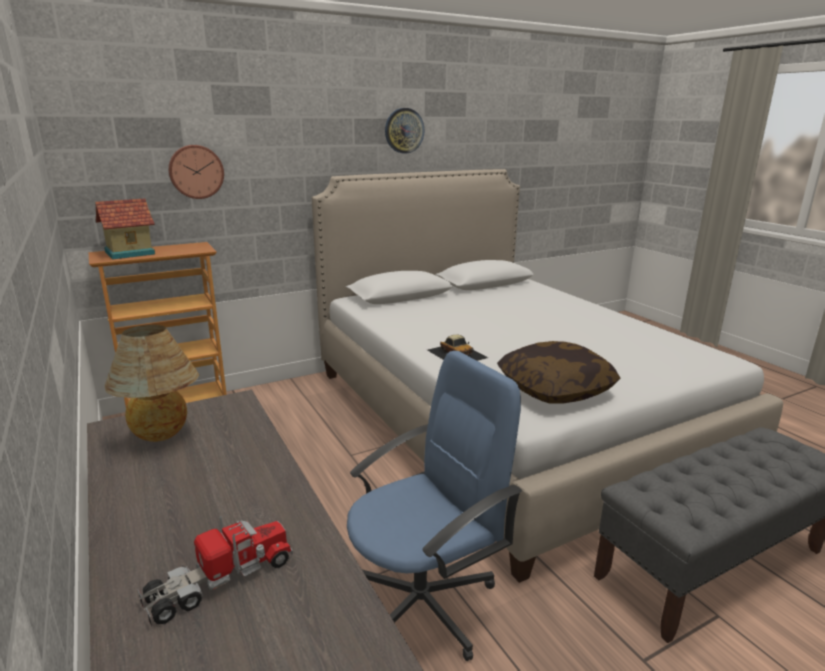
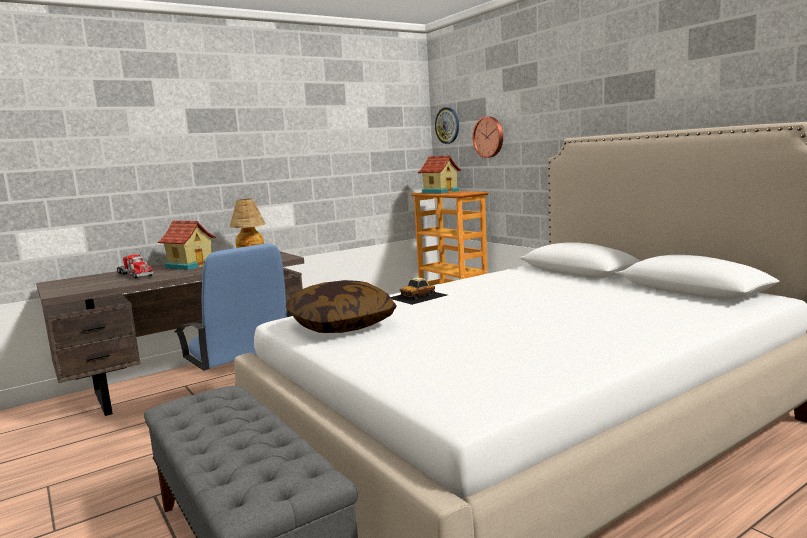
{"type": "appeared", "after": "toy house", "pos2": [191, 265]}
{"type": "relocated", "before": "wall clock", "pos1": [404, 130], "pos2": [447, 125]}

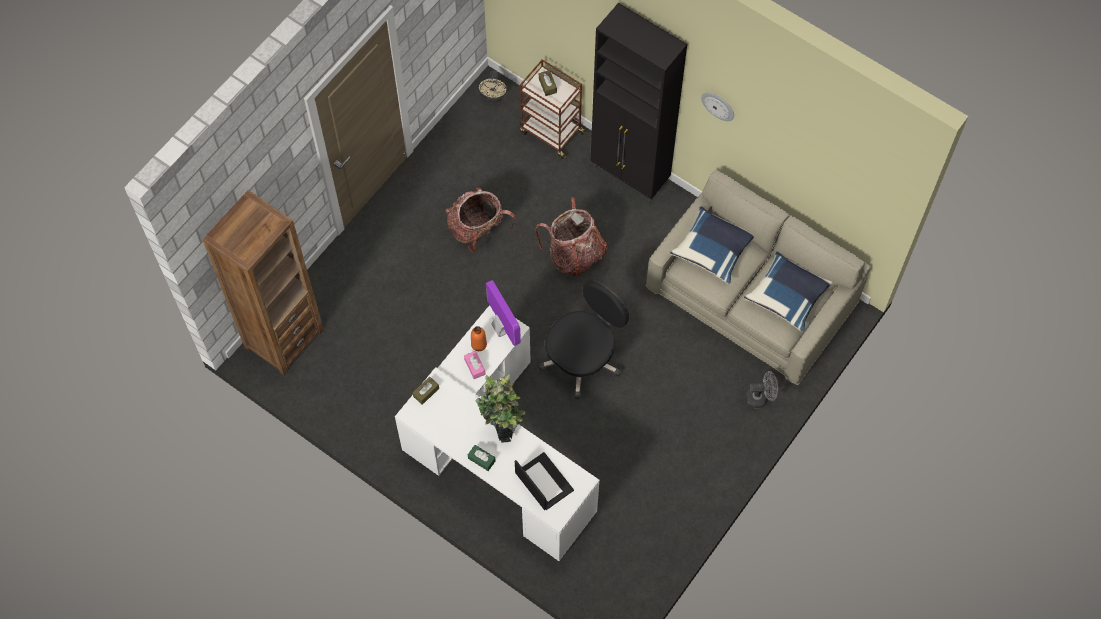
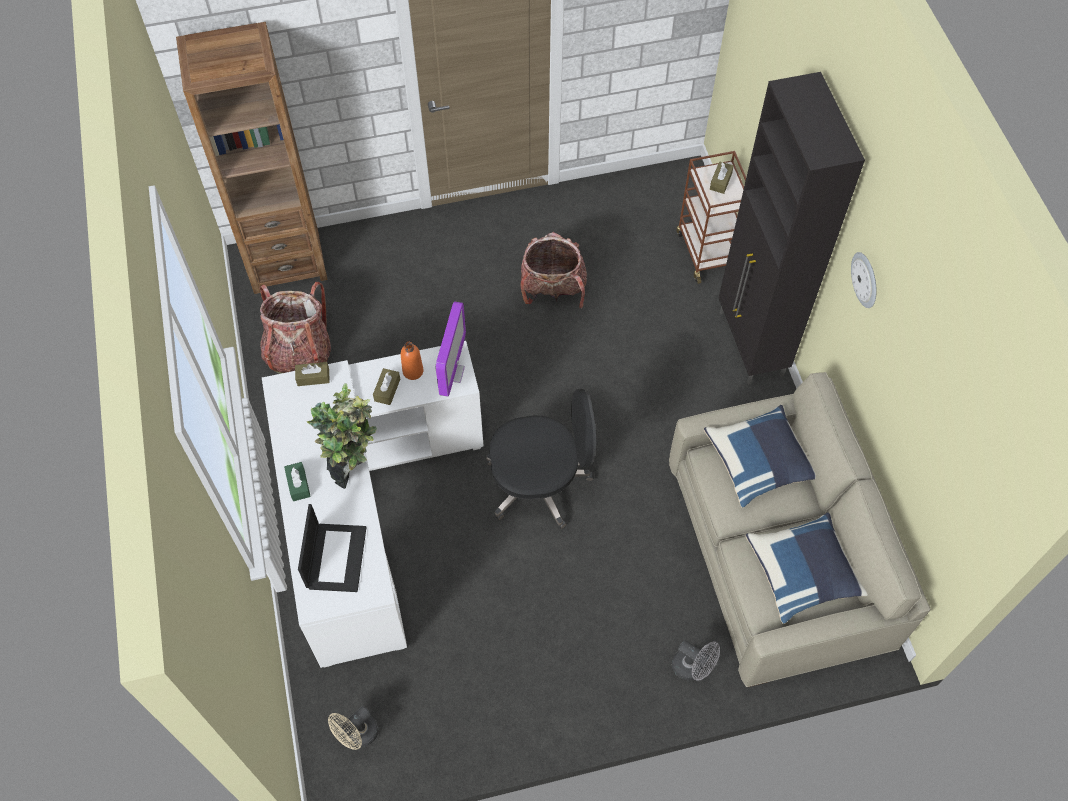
{"type": "relocated", "before": "backpack", "pos1": [574, 255], "pos2": [299, 352]}
{"type": "relocated", "before": "sand-coloured fan", "pos1": [494, 97], "pos2": [358, 735]}
{"type": "colour", "before": "pink box of tissues", "after": "brown-coloured box of tissues", "pos1": [474, 367], "pos2": [387, 390]}

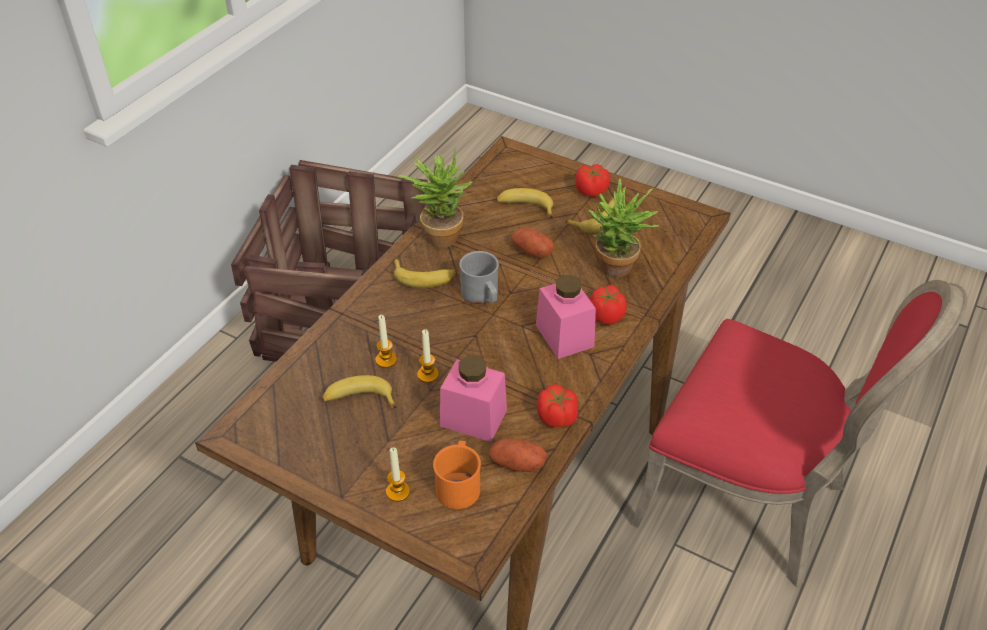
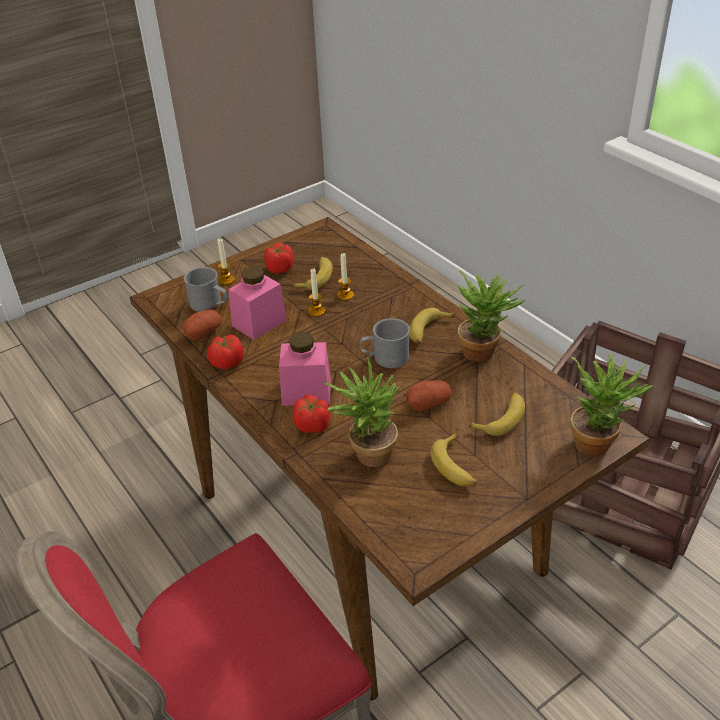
{"type": "colour", "before": "orange-coloured mug", "after": "gray mug", "pos1": [459, 484], "pos2": [210, 304]}
{"type": "relocated", "before": "tomato", "pos1": [591, 191], "pos2": [279, 268]}
{"type": "appeared", "after": "potted plant", "pos2": [598, 442]}

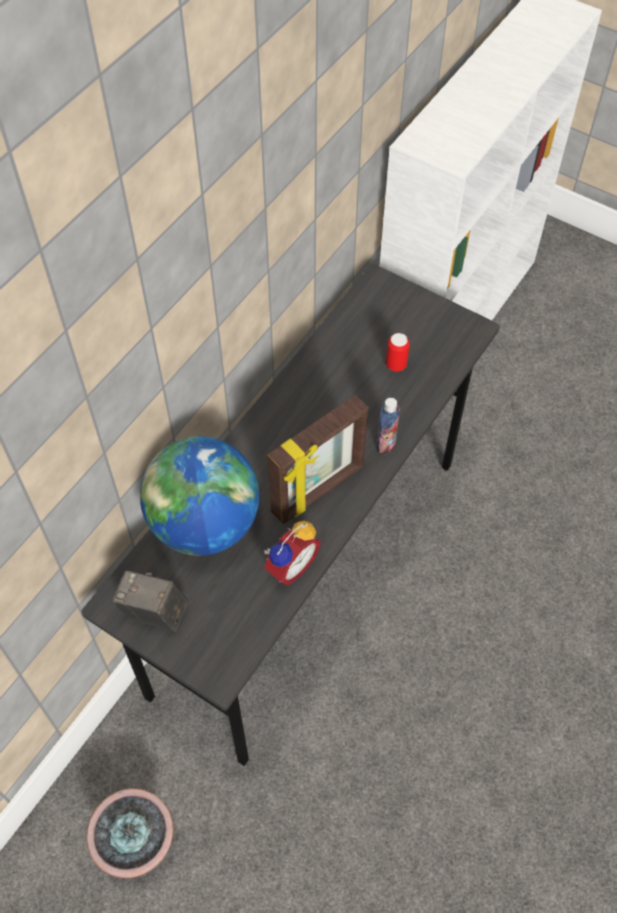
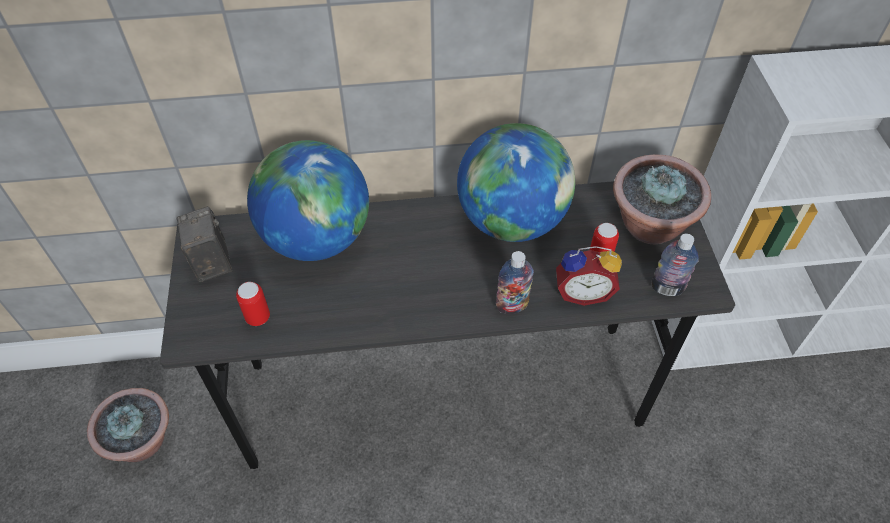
{"type": "appeared", "after": "can", "pos2": [258, 317]}
{"type": "appeared", "after": "world globe", "pos2": [511, 221]}
{"type": "relocated", "before": "table clock", "pos1": [289, 565], "pos2": [582, 292]}
{"type": "appeared", "after": "potted plant", "pos2": [649, 227]}
{"type": "appeared", "after": "bottle", "pos2": [667, 288]}
{"type": "missing", "before": "picture frame", "pos1": [319, 490]}

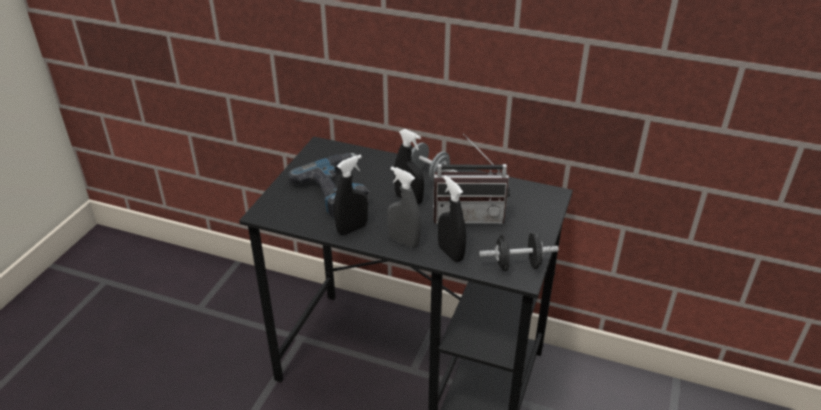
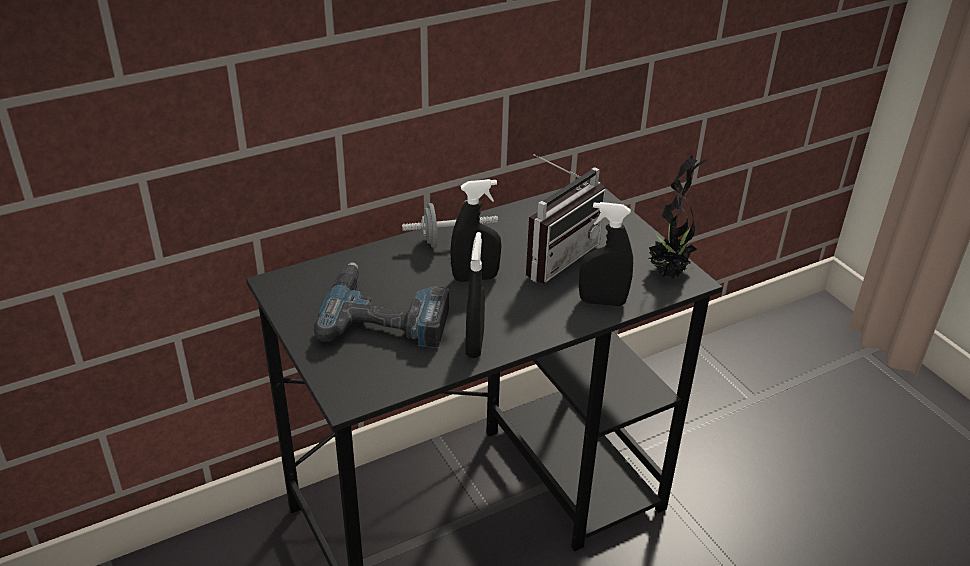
{"type": "exchanged", "before": "black-coloured free weight", "after": "potted plant", "pos1": [517, 265], "pos2": [669, 273]}
{"type": "missing", "before": "gray hand sprayer", "pos1": [404, 241]}

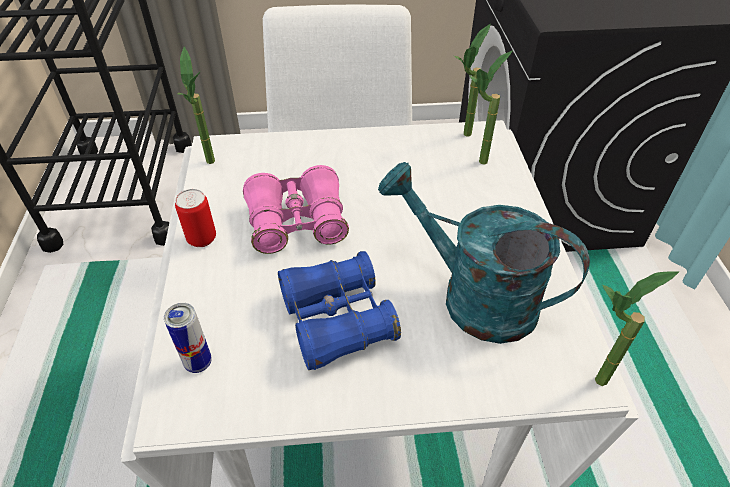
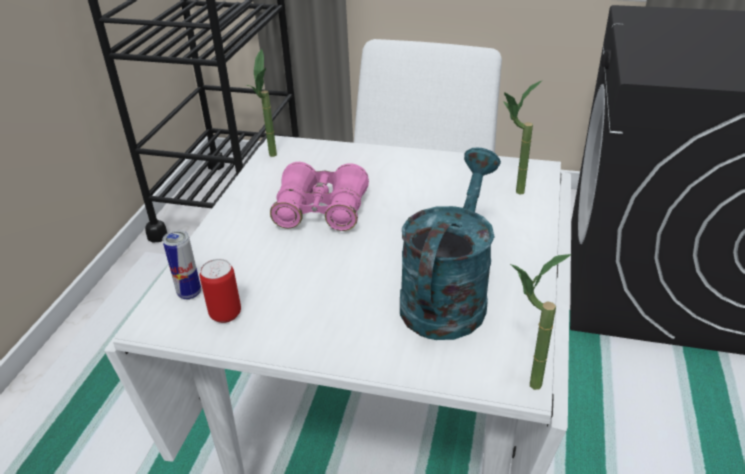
{"type": "relocated", "before": "can", "pos1": [202, 238], "pos2": [225, 314]}
{"type": "spun", "before": "turquoise-coloured watering can", "pos1": [472, 297], "pos2": [448, 295], "turn": 60}
{"type": "missing", "before": "blue-coloured pair of binoculars", "pos1": [337, 320]}
{"type": "missing", "before": "potted plant", "pos1": [462, 138]}

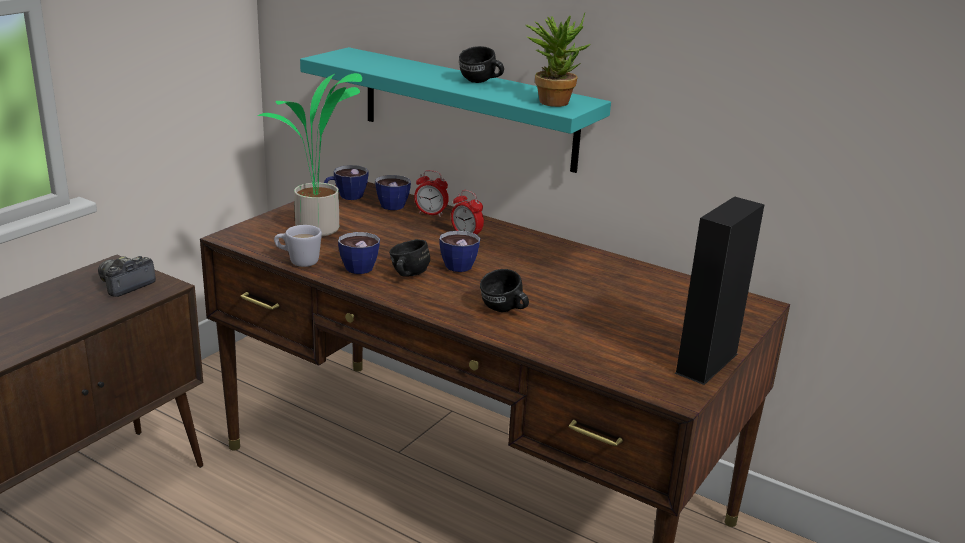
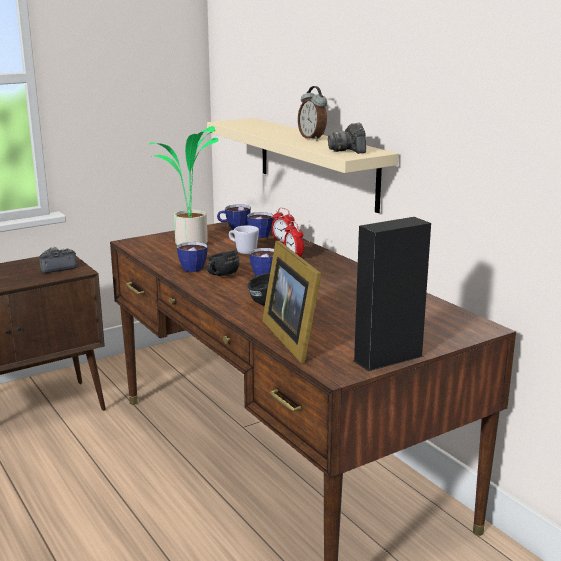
{"type": "colour", "before": "turquoise-coloured wall shelf", "after": "sand-coloured wall shelf", "pos1": [468, 108], "pos2": [316, 162]}
{"type": "relocated", "before": "whitish mug", "pos1": [298, 261], "pos2": [243, 251]}
{"type": "appeared", "after": "picture frame", "pos2": [294, 337]}
{"type": "exchanged", "before": "black-coloured mug", "after": "table clock", "pos1": [480, 82], "pos2": [313, 138]}
{"type": "exchanged", "before": "potted plant", "after": "still camera", "pos1": [552, 101], "pos2": [348, 150]}

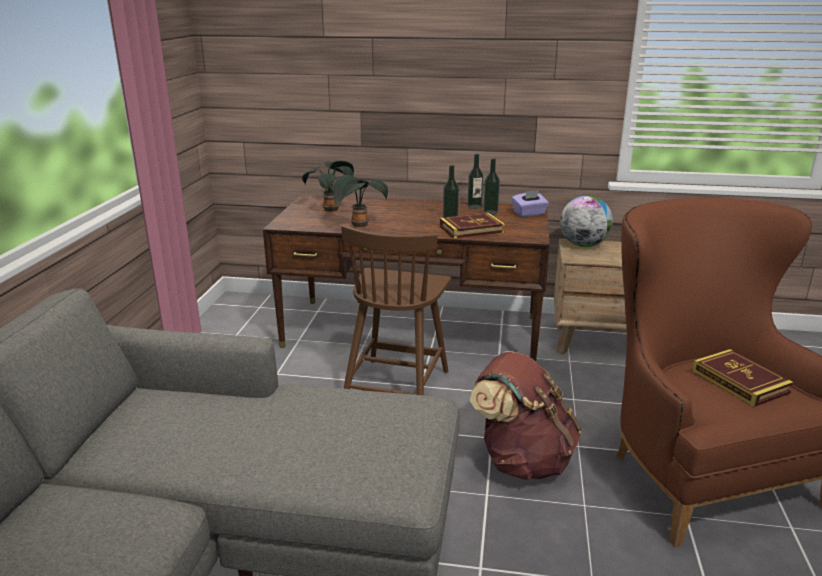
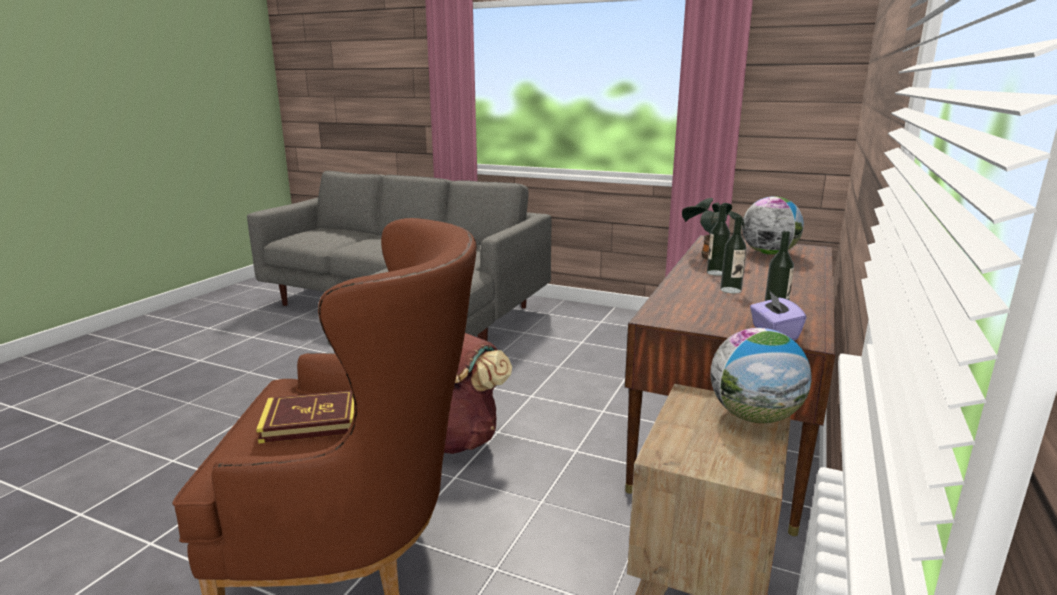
{"type": "relocated", "before": "bottle", "pos1": [474, 206], "pos2": [716, 273]}
{"type": "exchanged", "before": "potted plant", "after": "world globe", "pos1": [332, 209], "pos2": [768, 253]}
{"type": "missing", "before": "brown-coloured plain chair", "pos1": [396, 390]}
{"type": "missing", "before": "volume", "pos1": [471, 229]}

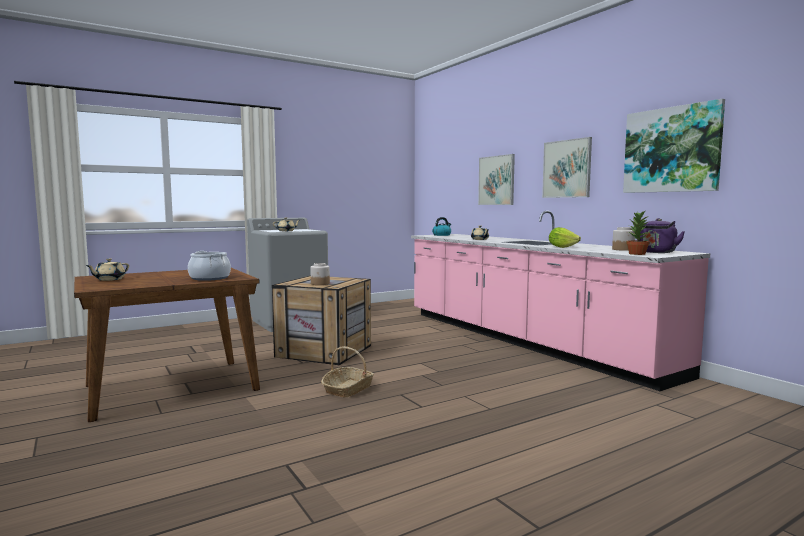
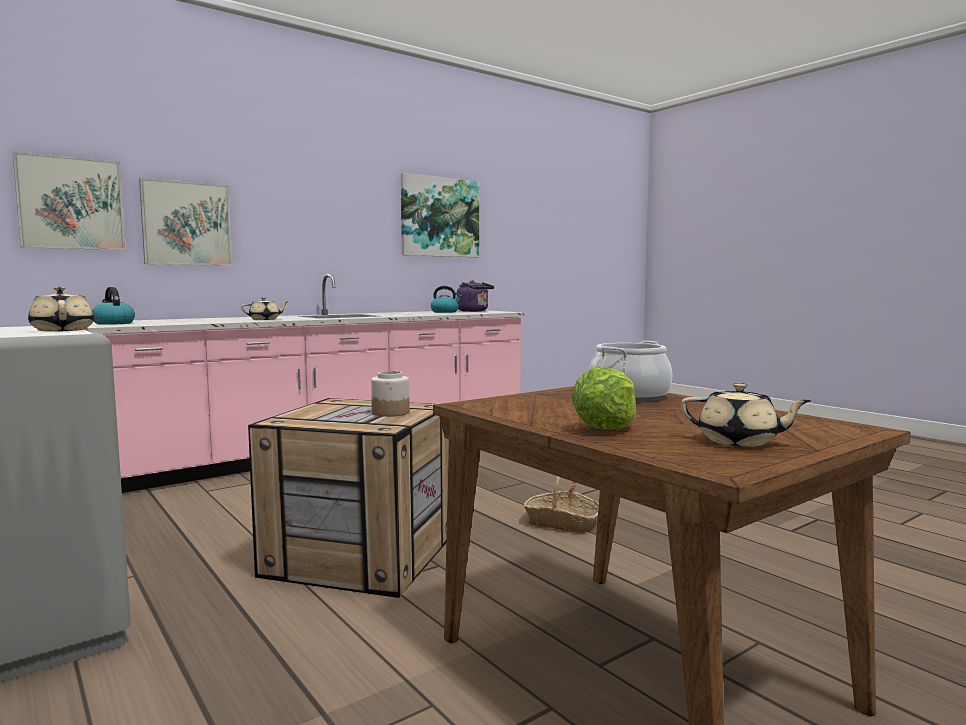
{"type": "relocated", "before": "wall picture", "pos1": [566, 169], "pos2": [71, 203]}
{"type": "exchanged", "before": "jar", "after": "kettle", "pos1": [623, 249], "pos2": [445, 312]}
{"type": "relocated", "before": "head of lettuce", "pos1": [562, 247], "pos2": [605, 428]}
{"type": "missing", "before": "potted plant", "pos1": [637, 254]}

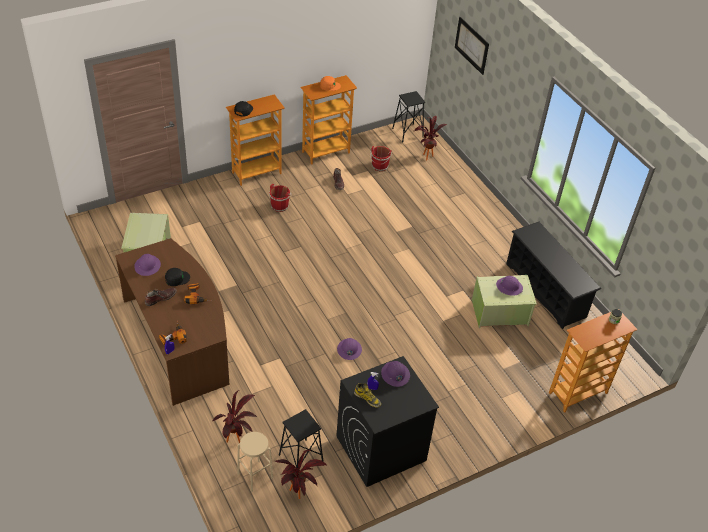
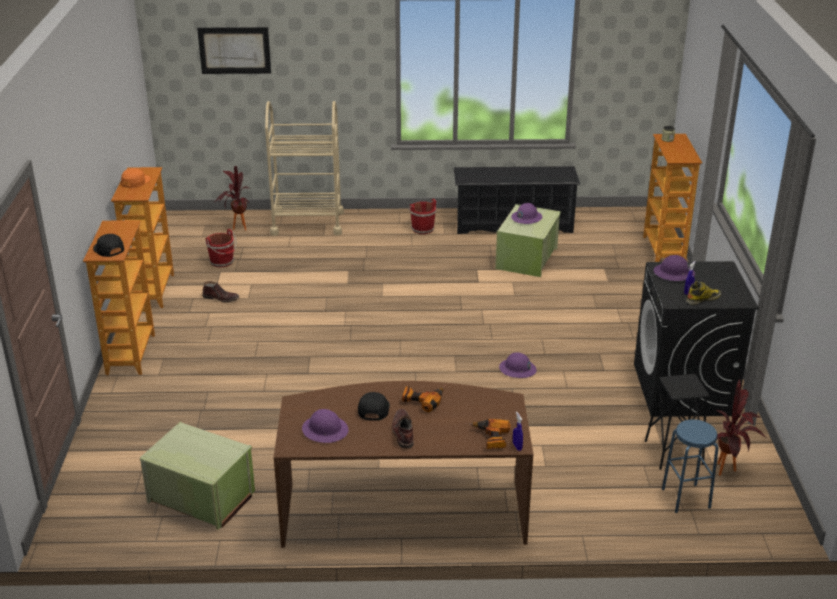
{"type": "appeared", "after": "sand-coloured wheeled cart", "pos2": [307, 223]}
{"type": "relocated", "before": "red-coloured bucket", "pos1": [280, 205], "pos2": [422, 228]}
{"type": "colour", "before": "sand-coloured sitting stool", "after": "blue-coloured sitting stool", "pos1": [255, 476], "pos2": [686, 498]}
{"type": "missing", "before": "potted plant", "pos1": [237, 440]}
{"type": "missing", "before": "black-coloured sitting stool", "pos1": [407, 133]}

